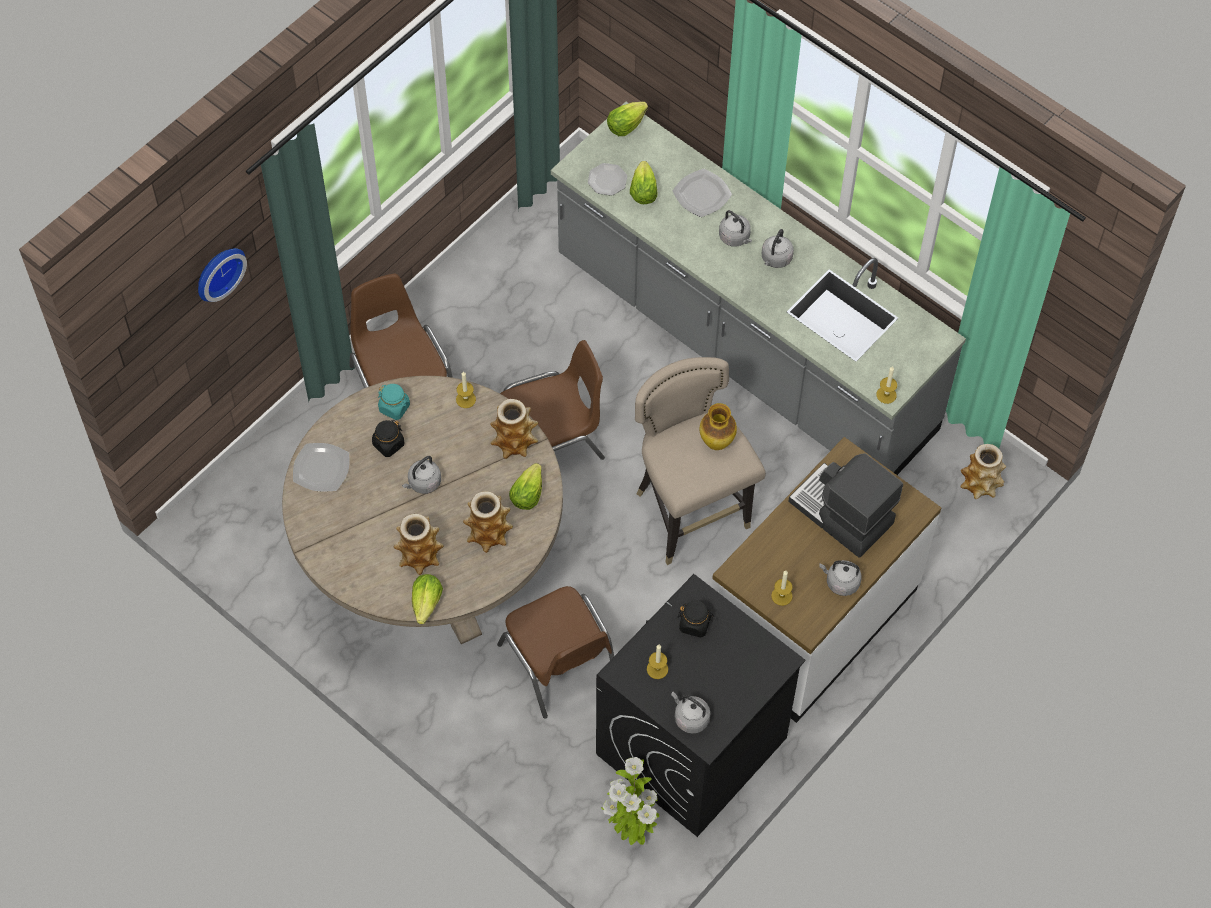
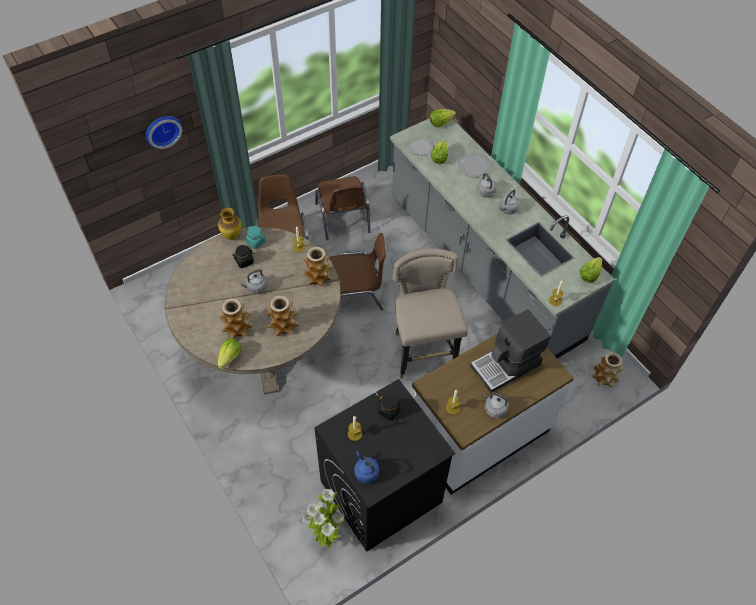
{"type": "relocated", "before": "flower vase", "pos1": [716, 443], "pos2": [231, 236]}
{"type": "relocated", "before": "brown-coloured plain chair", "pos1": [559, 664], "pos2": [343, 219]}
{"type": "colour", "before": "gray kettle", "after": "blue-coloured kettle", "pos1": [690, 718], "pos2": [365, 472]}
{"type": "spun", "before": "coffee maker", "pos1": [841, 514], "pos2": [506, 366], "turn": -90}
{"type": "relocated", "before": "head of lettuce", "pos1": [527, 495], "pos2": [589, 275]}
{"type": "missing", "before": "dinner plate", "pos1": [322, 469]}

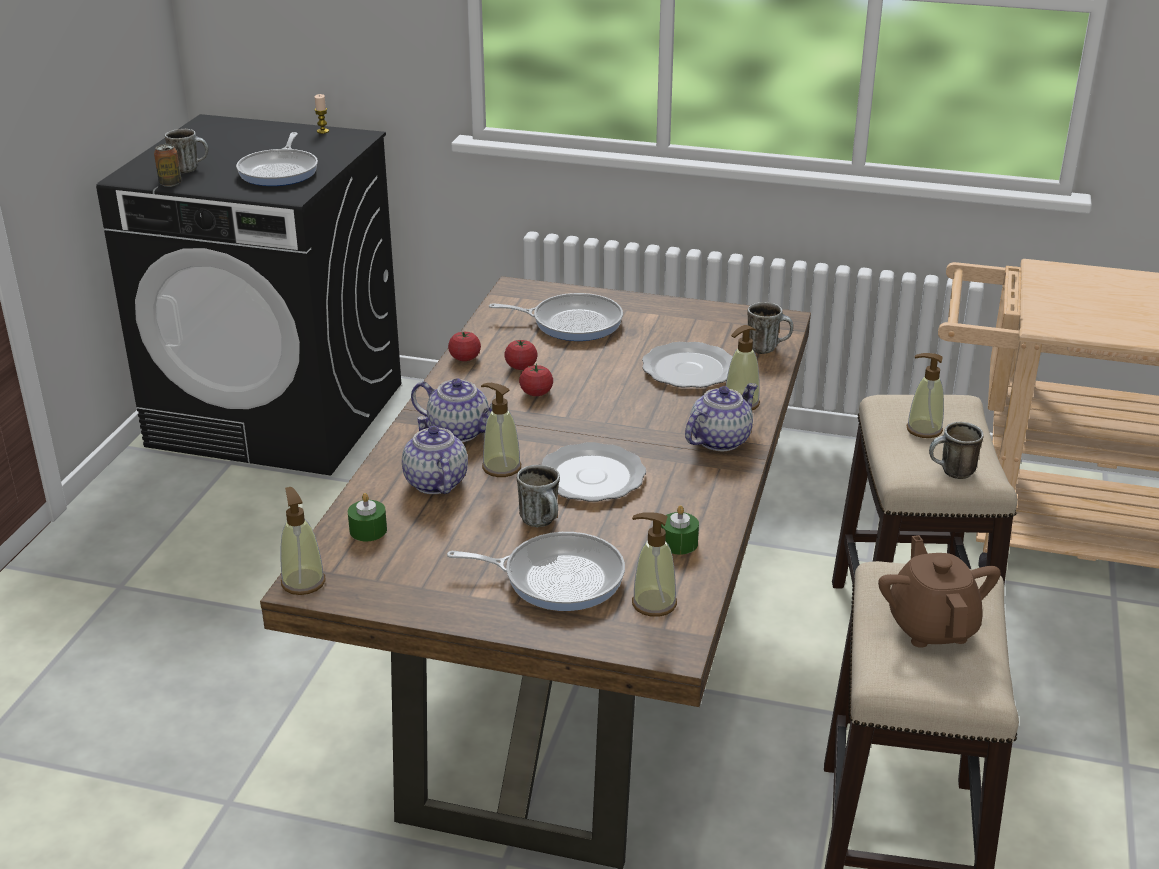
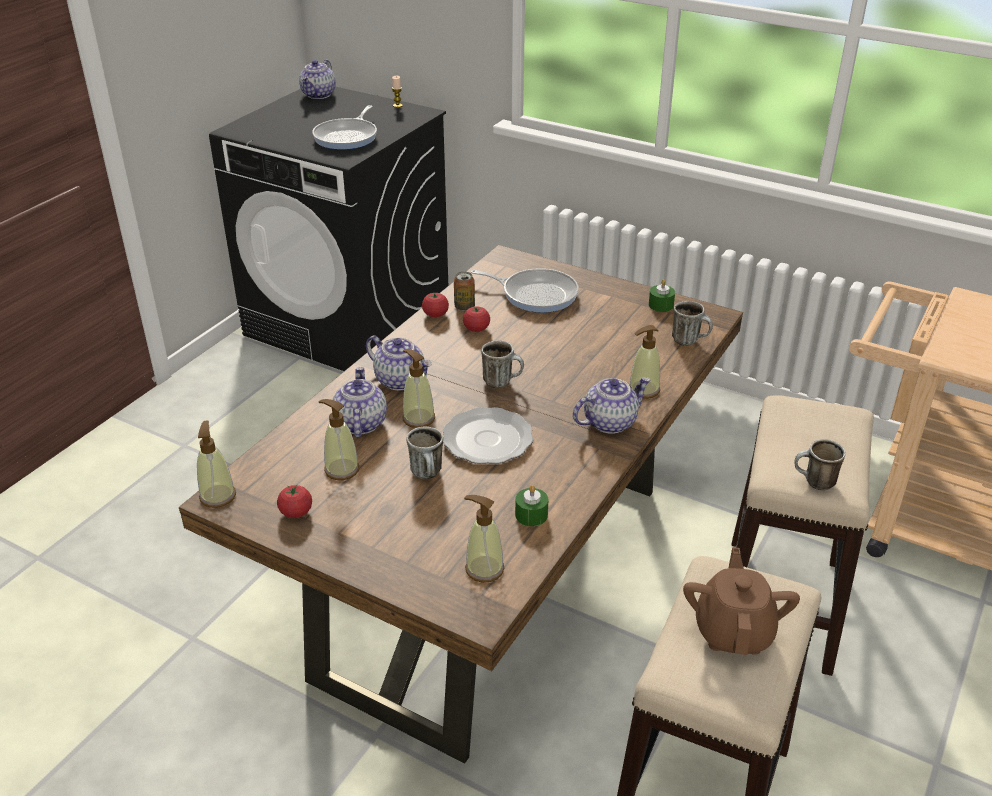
{"type": "relocated", "before": "tomato", "pos1": [536, 393], "pos2": [296, 512]}
{"type": "appeared", "after": "teapot", "pos2": [319, 95]}
{"type": "relocated", "before": "soap dispenser", "pos1": [923, 429], "pos2": [341, 469]}
{"type": "relocated", "before": "can", "pos1": [170, 183], "pos2": [464, 307]}
{"type": "relocated", "before": "mug", "pos1": [190, 169], "pos2": [502, 382]}
{"type": "relocated", "before": "greenish candle", "pos1": [368, 530], "pos2": [661, 305]}
{"type": "missing", "before": "skillet", "pos1": [557, 578]}
{"type": "missing", "before": "dinner plate", "pos1": [690, 369]}

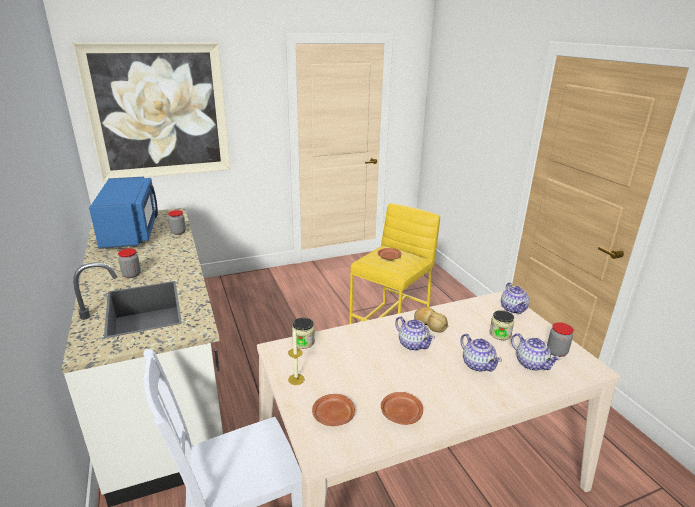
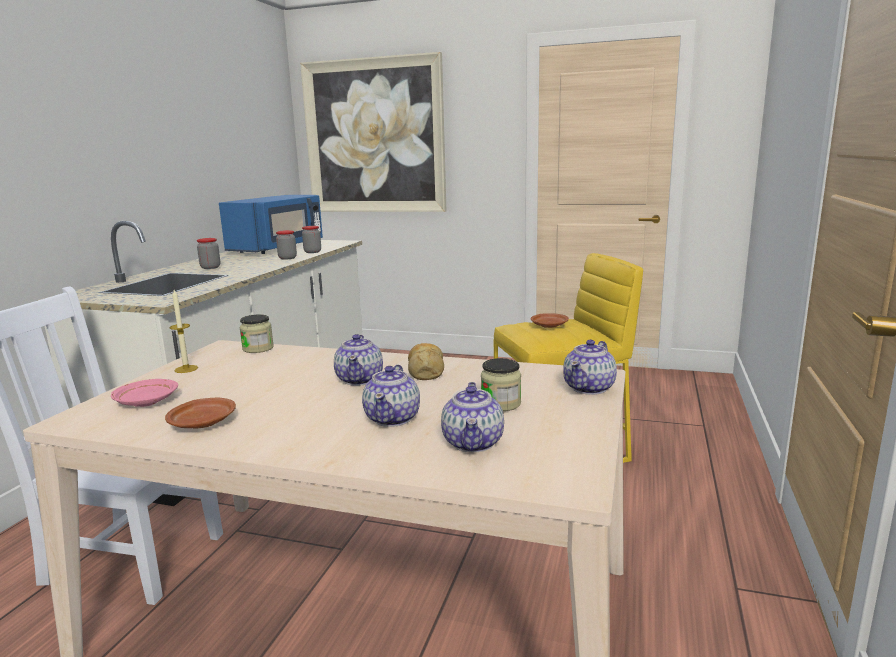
{"type": "colour", "before": "brown-coloured dinner plate", "after": "pink dinner plate", "pos1": [333, 416], "pos2": [146, 402]}
{"type": "relocated", "before": "jar", "pos1": [556, 352], "pos2": [287, 258]}

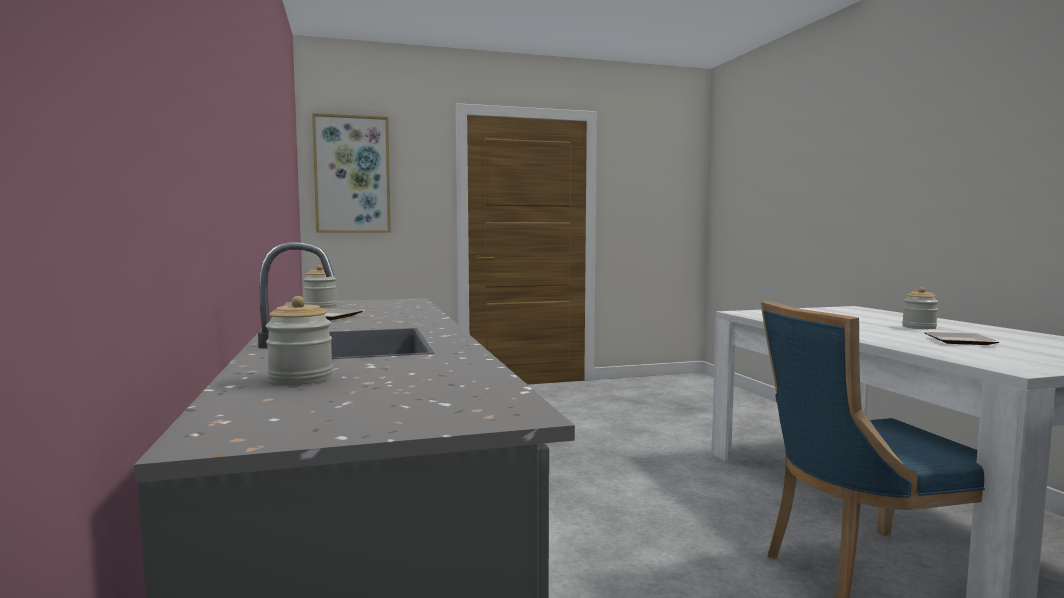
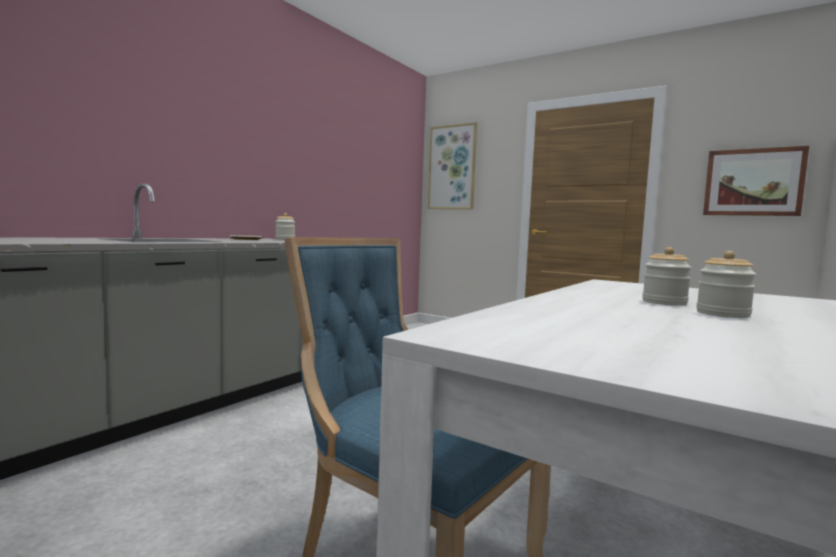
{"type": "relocated", "before": "jar", "pos1": [301, 378], "pos2": [664, 302]}
{"type": "appeared", "after": "wall picture", "pos2": [753, 182]}
{"type": "missing", "before": "dinner plate", "pos1": [957, 341]}

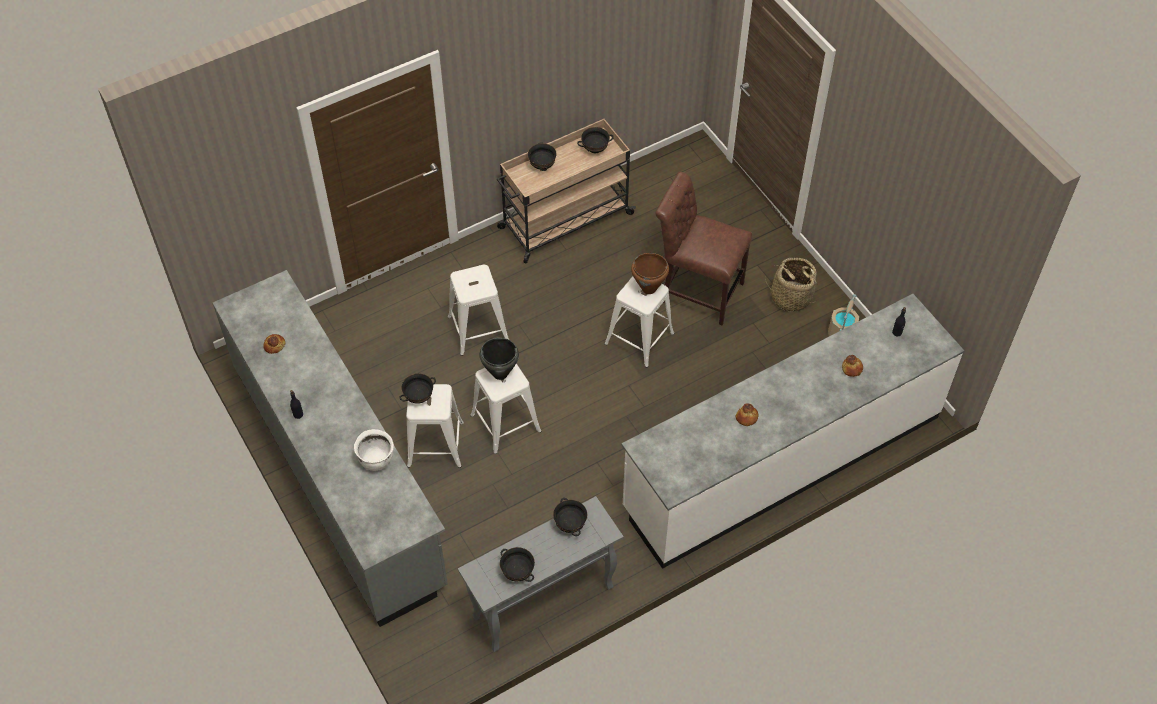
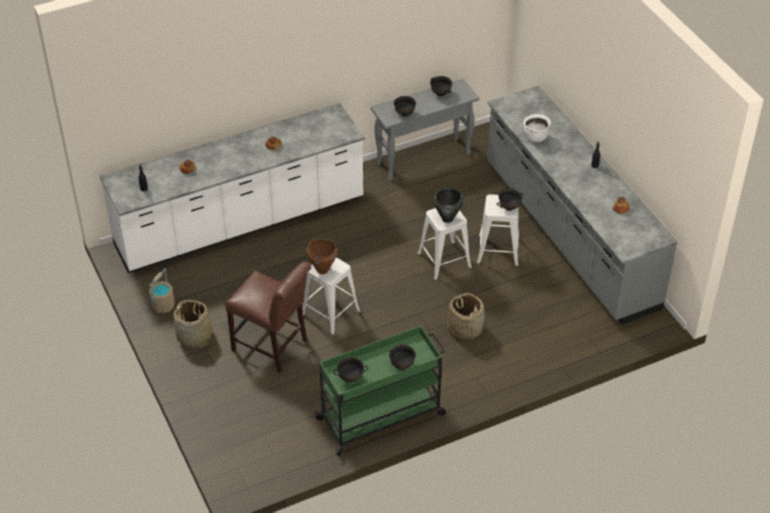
{"type": "colour", "before": "sand-coloured wheeled cart", "after": "greenish wheeled cart", "pos1": [564, 221], "pos2": [382, 416]}
{"type": "exchanged", "before": "whitish sitting stool", "after": "storage basket", "pos1": [478, 329], "pos2": [464, 328]}

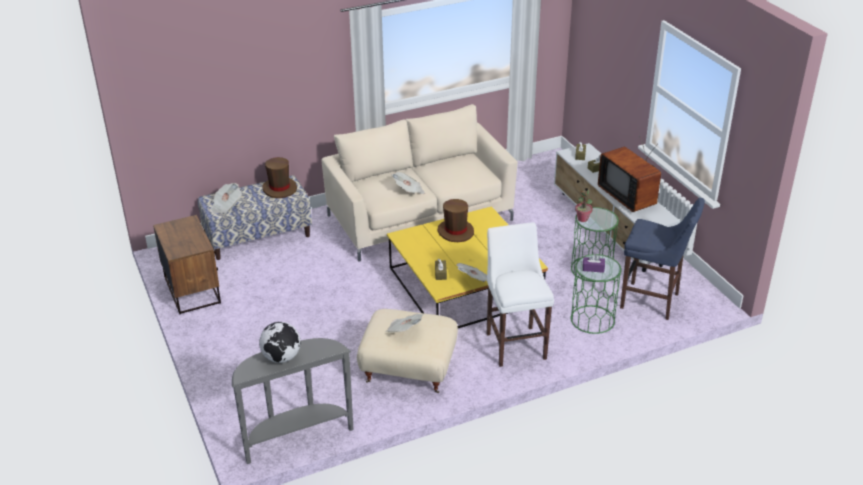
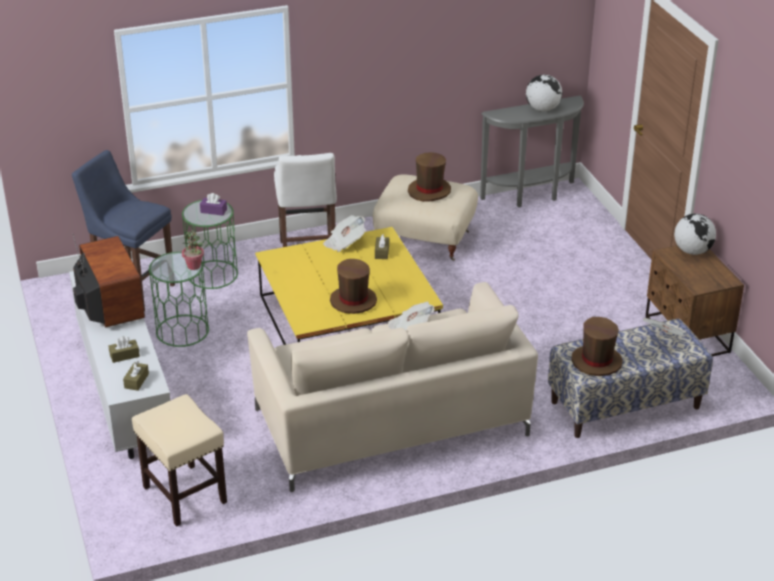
{"type": "appeared", "after": "sand-coloured sitting stool", "pos2": [184, 494]}
{"type": "exchanged", "before": "printed paper", "after": "brown-coloured wearable hat", "pos1": [404, 331], "pos2": [429, 191]}
{"type": "appeared", "after": "world globe", "pos2": [692, 251]}

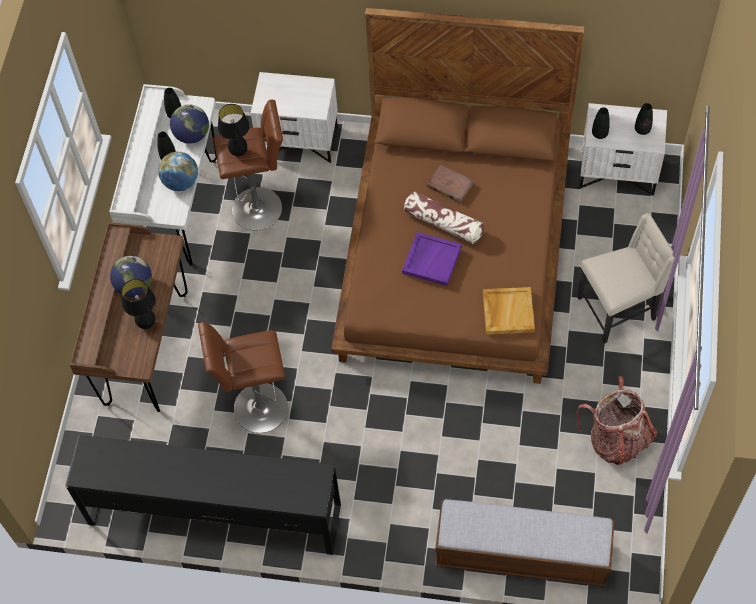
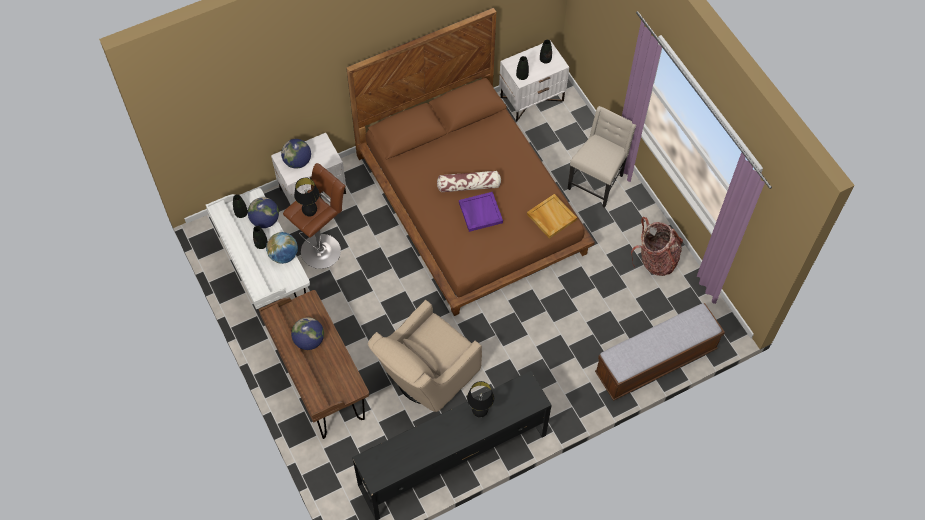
{"type": "appeared", "after": "world globe", "pos2": [297, 162]}
{"type": "exchanged", "before": "brown-coloured sitting stool", "after": "sand-coloured armchair", "pos1": [256, 408], "pos2": [425, 378]}
{"type": "relocated", "before": "black-coloured table lamp", "pos1": [147, 324], "pos2": [480, 413]}
{"type": "missing", "before": "brown-coloured volume", "pos1": [450, 185]}

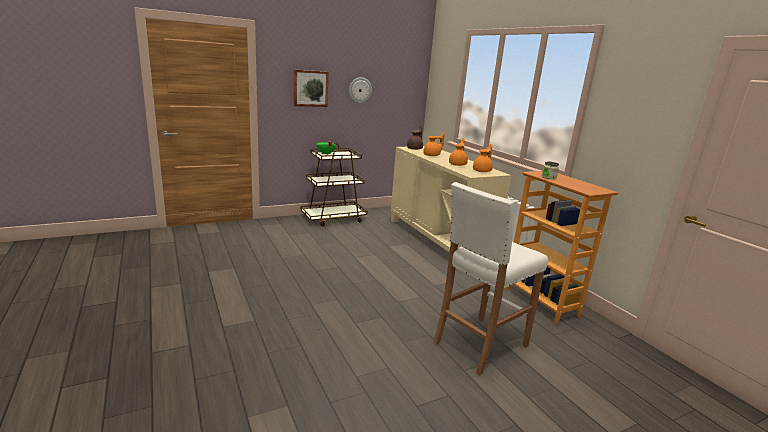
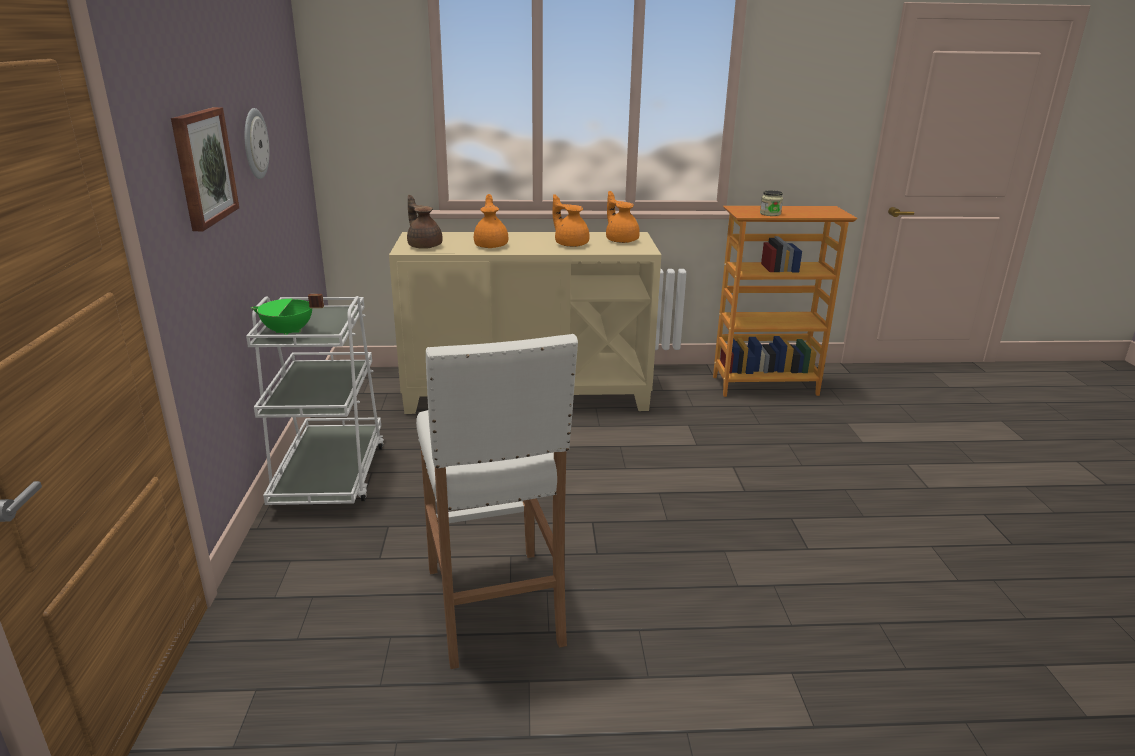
{"type": "colour", "before": "brown-coloured wheeled cart", "after": "whitish wheeled cart", "pos1": [333, 218], "pos2": [330, 476]}
{"type": "relocated", "before": "whitish sitting stool", "pos1": [479, 344], "pos2": [494, 607]}

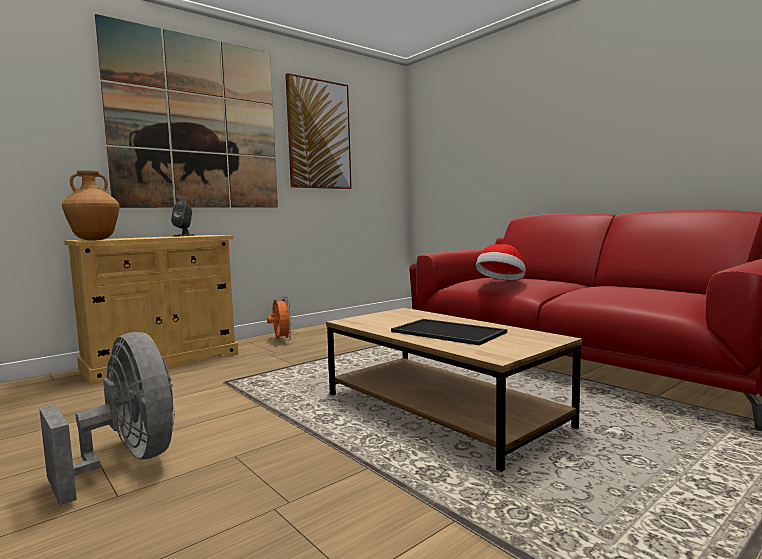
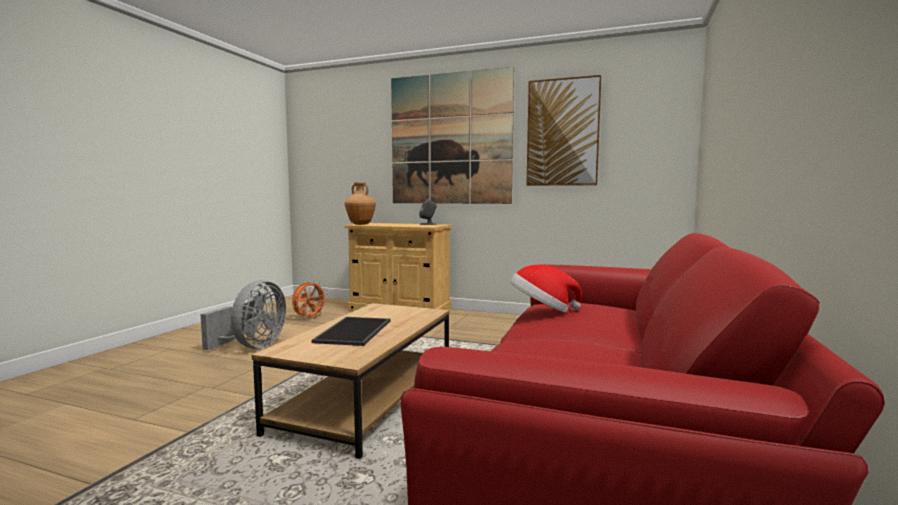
{"type": "relocated", "before": "orange-coloured fan", "pos1": [281, 340], "pos2": [309, 318]}

